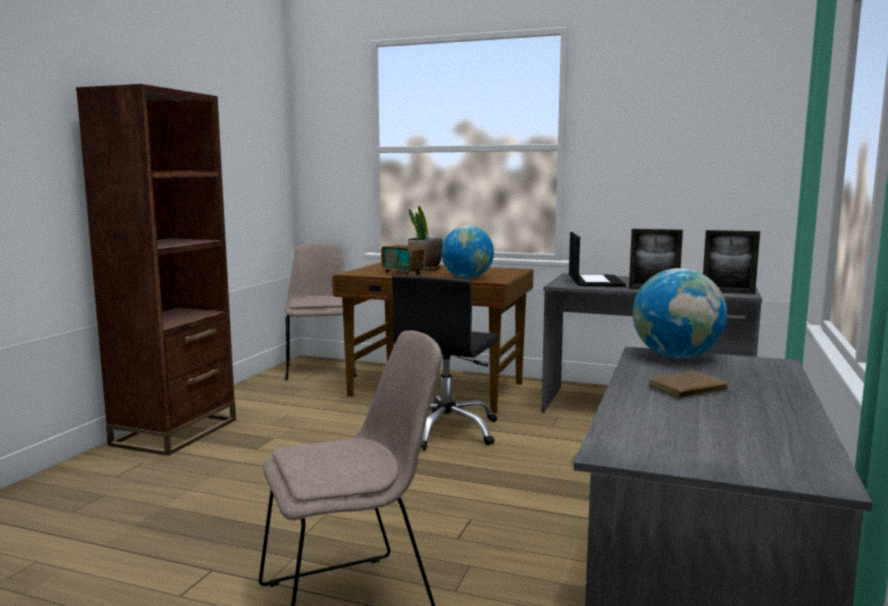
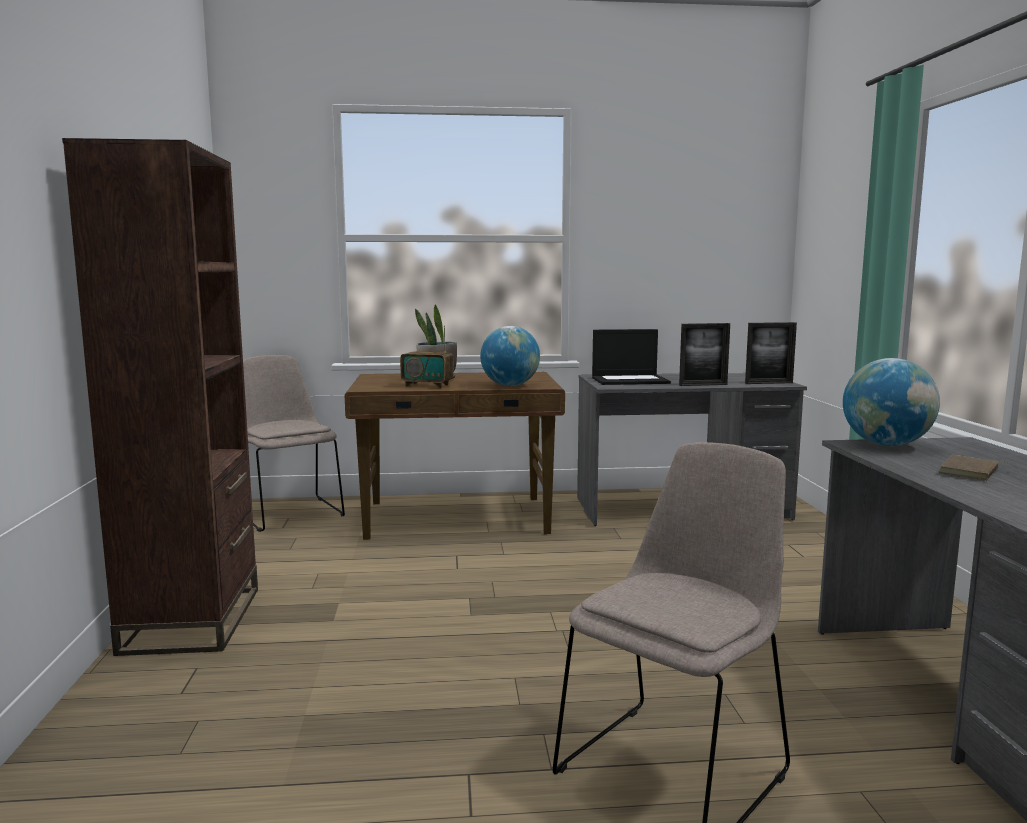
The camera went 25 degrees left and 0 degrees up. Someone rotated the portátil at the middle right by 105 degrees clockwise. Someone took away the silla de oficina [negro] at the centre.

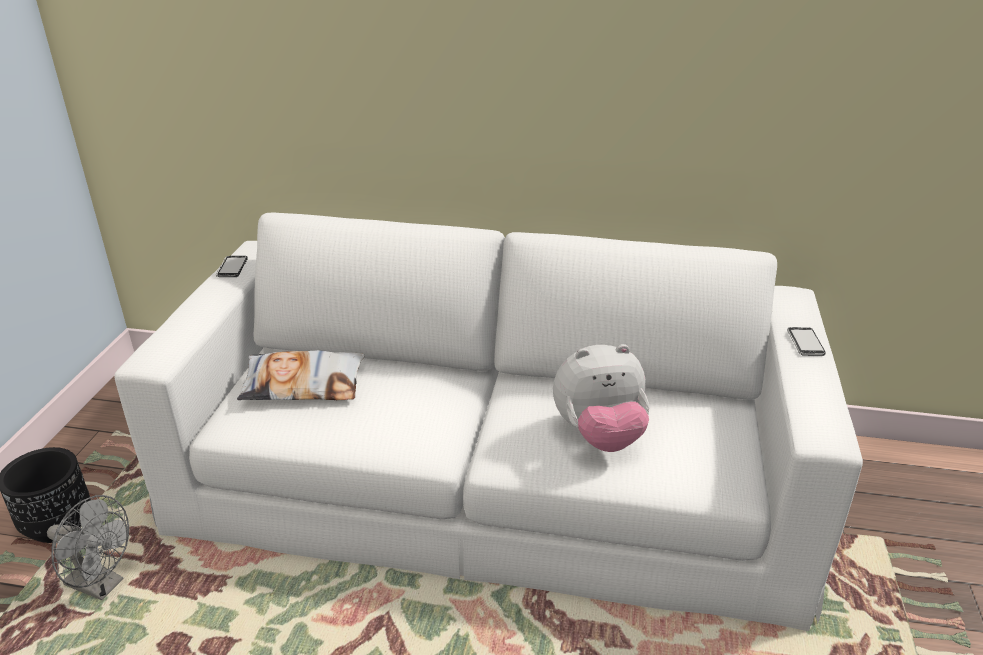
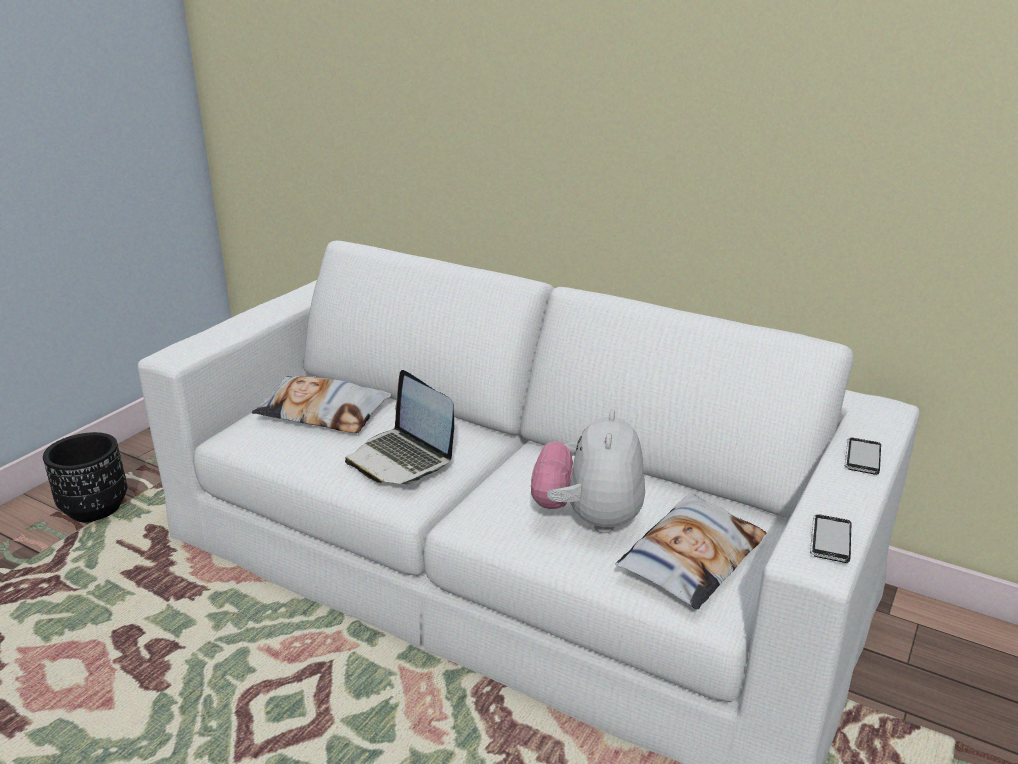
The camera went 20 degrees right and 5 degrees down. Someone put down the portátil at the centre. Someone rotated the peluche at the centre by 90 degrees clockwise. Someone put down the cojín (no. 2 from left) at the bottom right. Someone carried the móvil (no. 1 from left) from the middle left to the bottom right. Someone took away the ventilador [gris] at the bottom left.

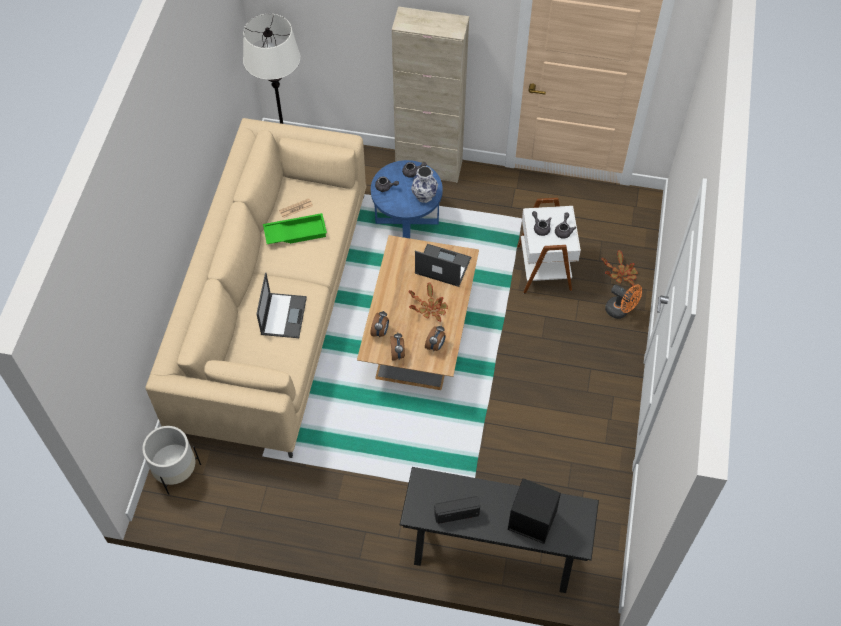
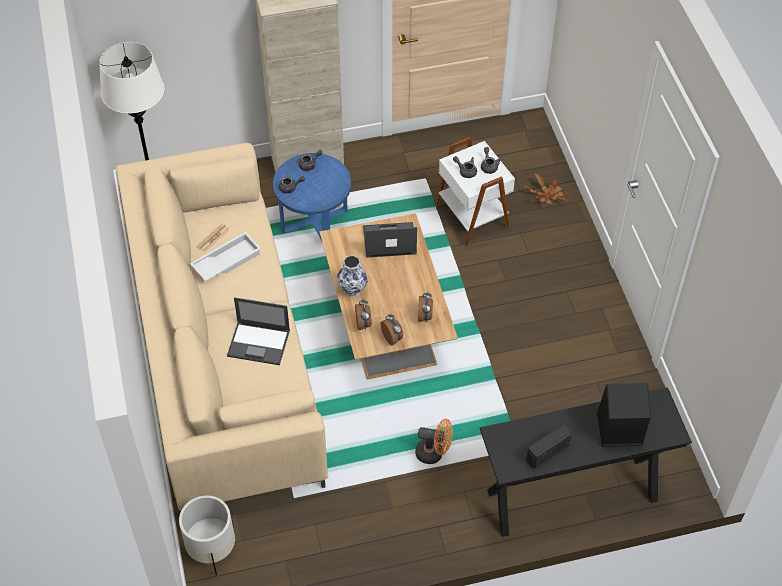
The camera went 25 degrees left and 5 degrees down. Someone repainted the bandeja [verde] at the centre, which became the bandeja [blanco] at the middle left. Someone rotated the portátil (no. 1 from left) at the centre by 120 degrees clockwise. Someone carried the florero from the top centre to the centre. Someone carried the ventilador [naranja] from the middle right to the bottom centre. Someone took away the planta en maceta (no. 1 from left) at the centre.

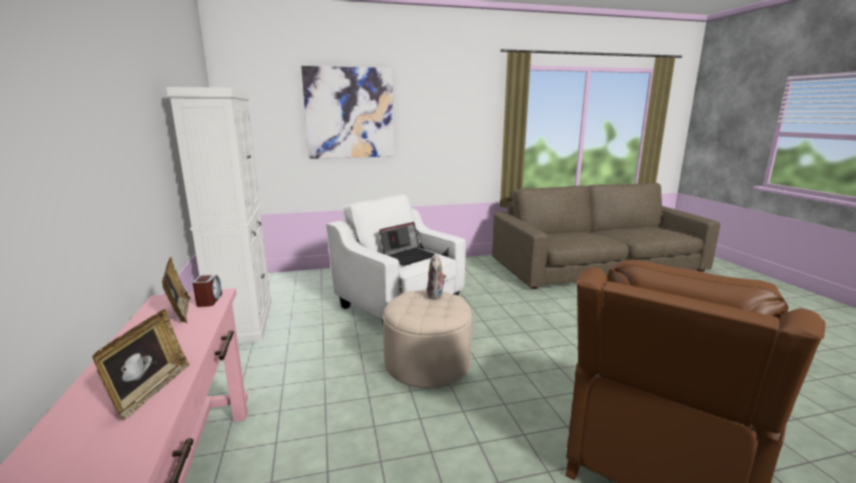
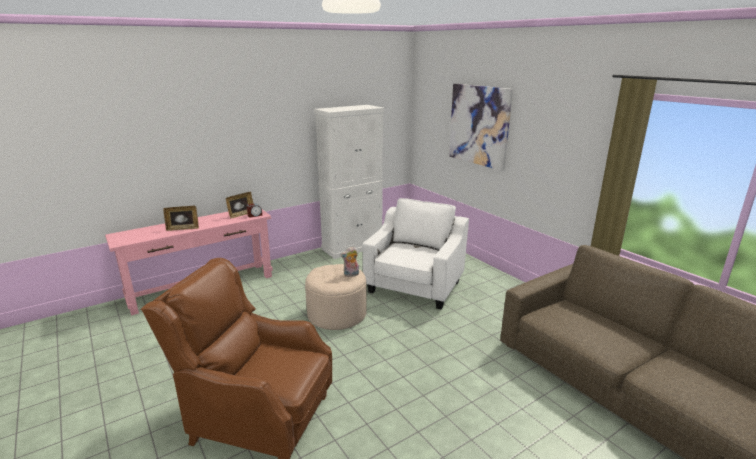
The camera went 70 degrees right and 5 degrees up. Someone took away the portátil at the centre.

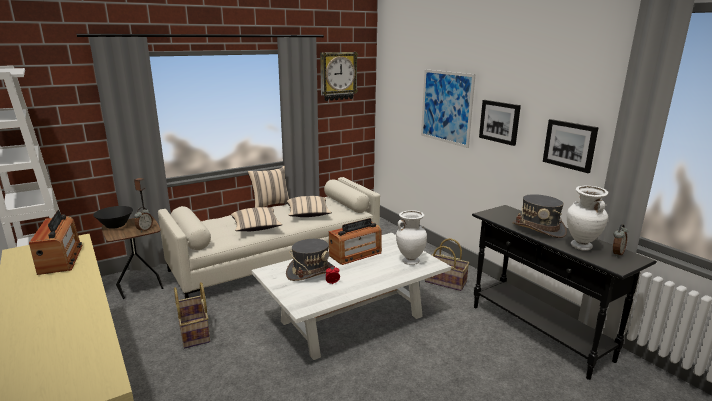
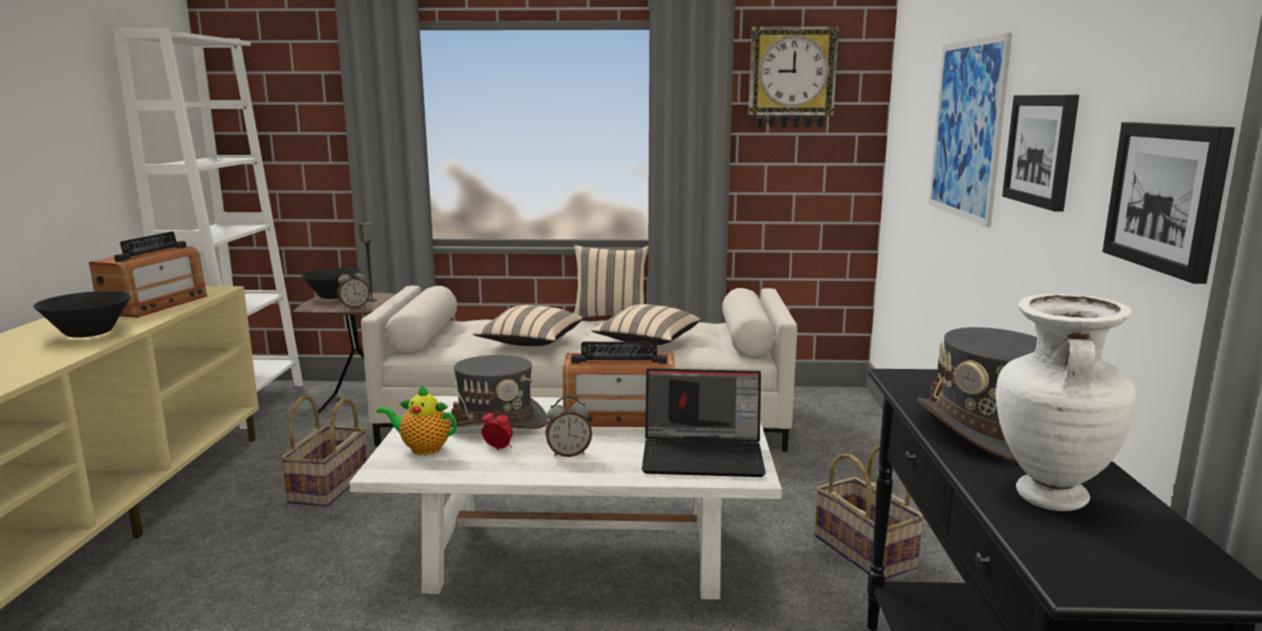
The camera went 35 degrees right and 5 degrees down. Someone put down the cuenco [negro] (no. 1 from left) at the middle left. Someone put down the tetera at the middle left. Someone carried the despertador (no. 3 from left) from the middle right to the bottom centre. Someone swapped the florero [blanco] (no. 1 from left) at the centre for the portátil at the bottom centre.

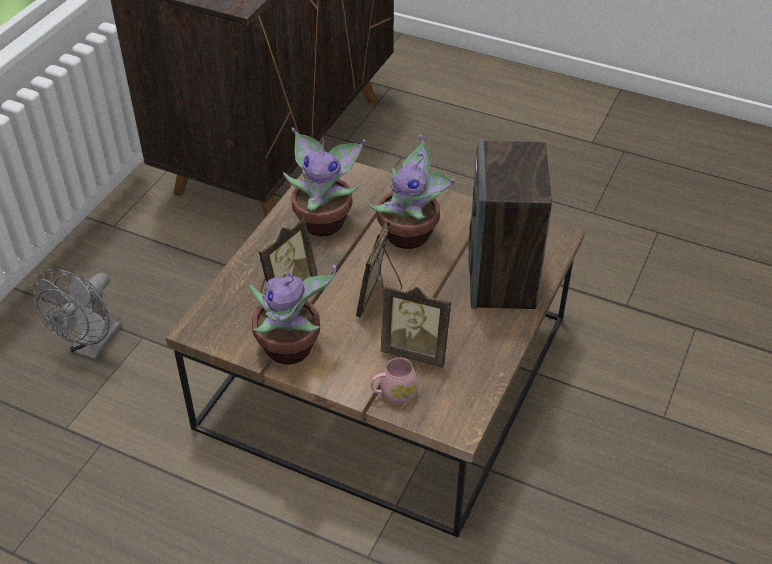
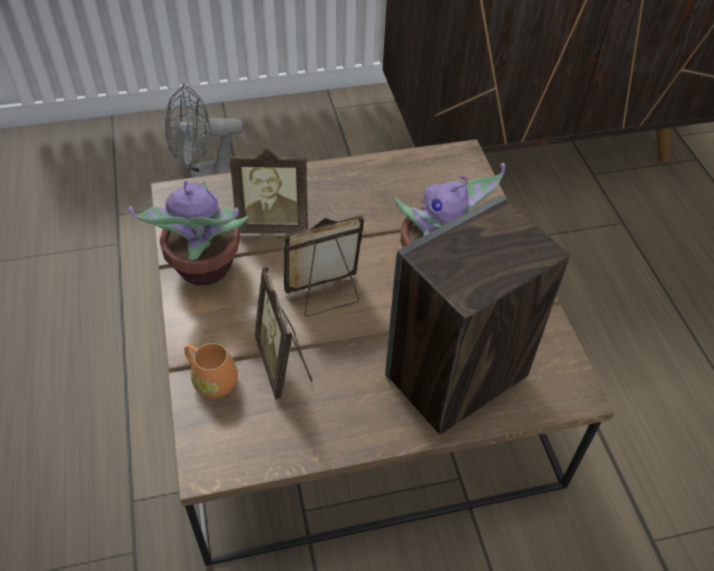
The camera went 50 degrees right and 5 degrees up. Someone repainted the taza grande [rosa] at the bottom centre, which became the taza grande [naranja] at the middle left. Someone took away the planta en maceta (no. 2 from left) at the top centre.

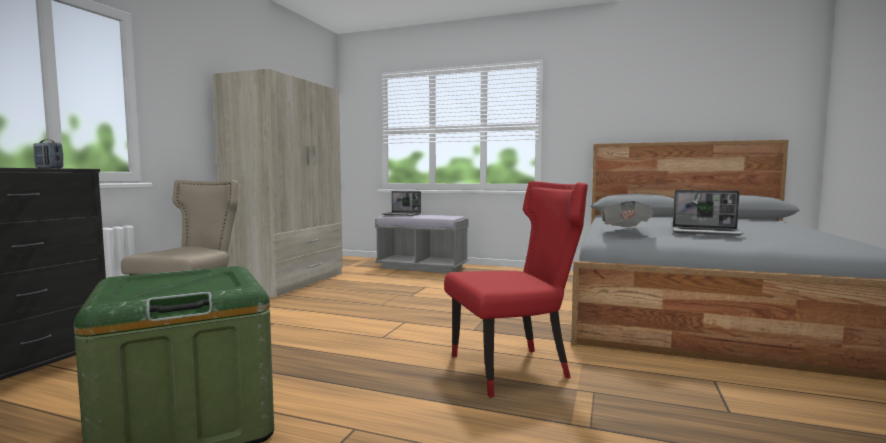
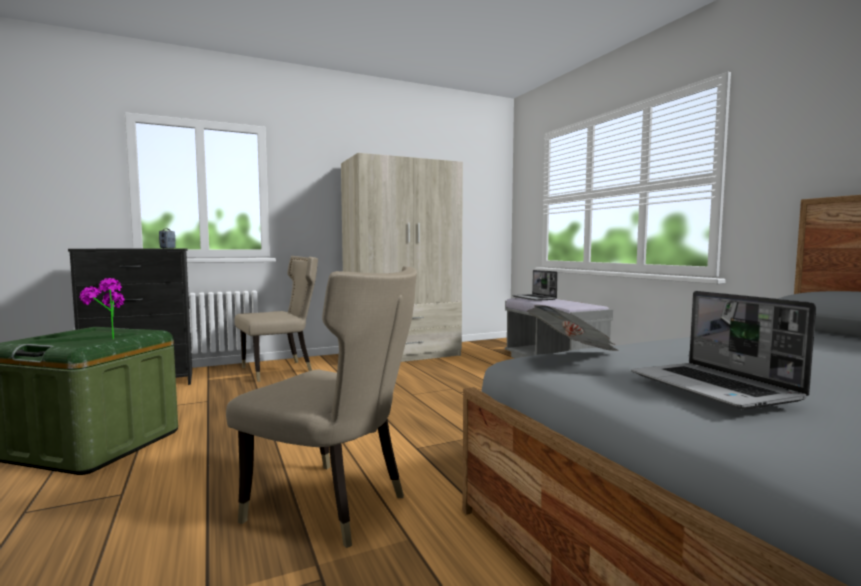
The camera went 45 degrees right and 0 degrees up. Someone put down the planta en maceta at the middle left. Someone repainted the silla [rojo] at the centre, which became the silla [beis] (no. 2 from left) at the bottom centre.

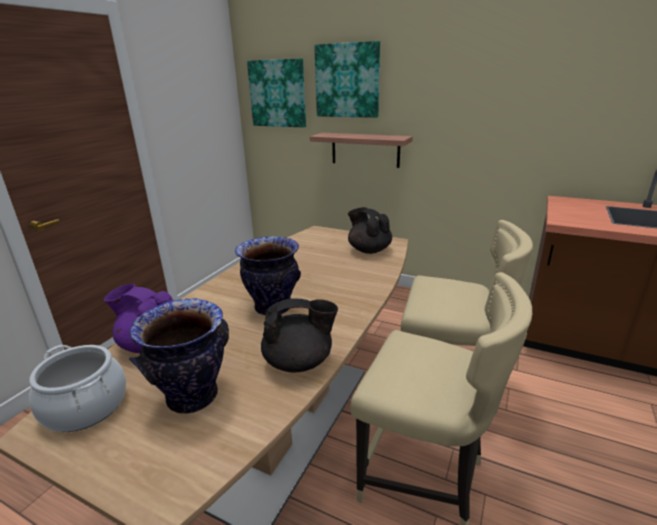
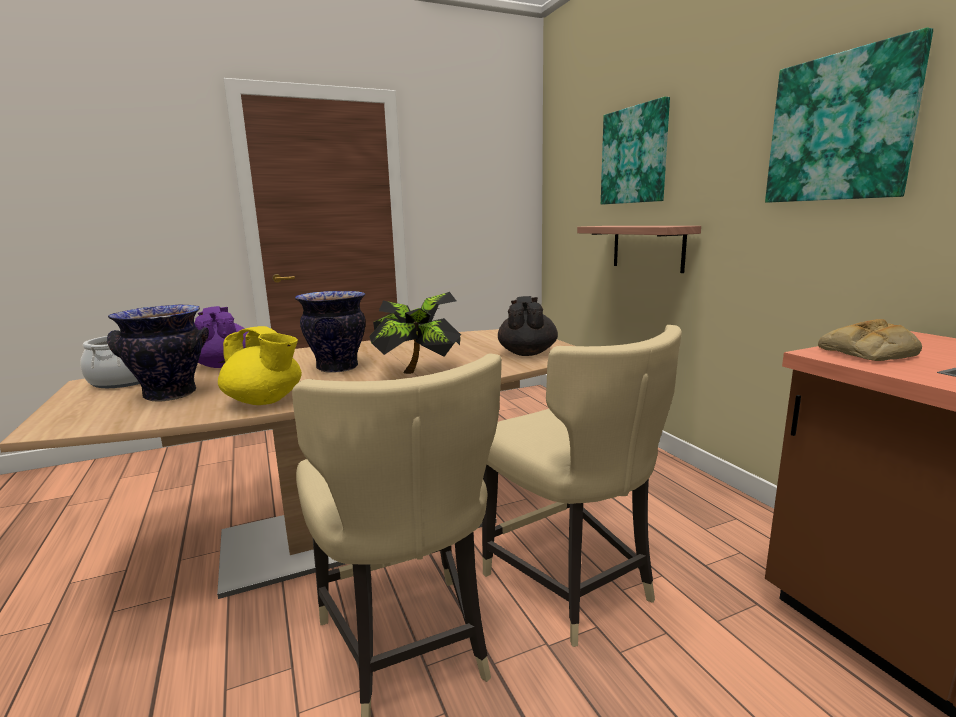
The camera went 40 degrees right and 10 degrees down. Someone repainted the tetera [negro] (no. 1 from left) at the centre, which became the tetera [amarillo] at the middle left. Someone put down the planta en maceta at the centre. Someone carried the cuadro (no. 1 from left in the first image) from the top centre to the top right. Someone put down the pan at the middle right.

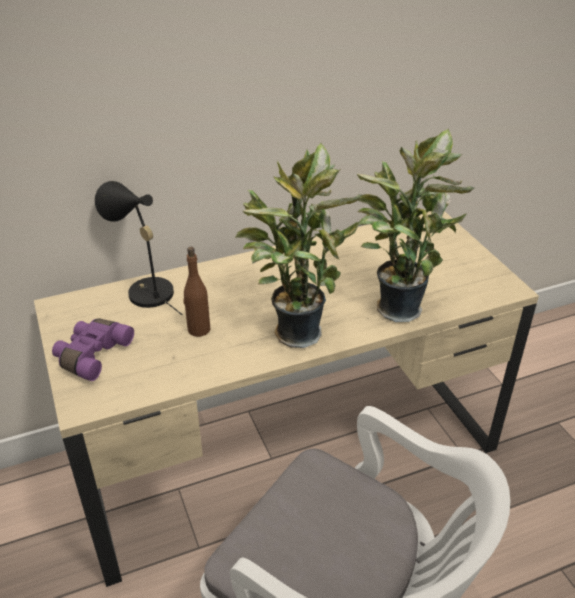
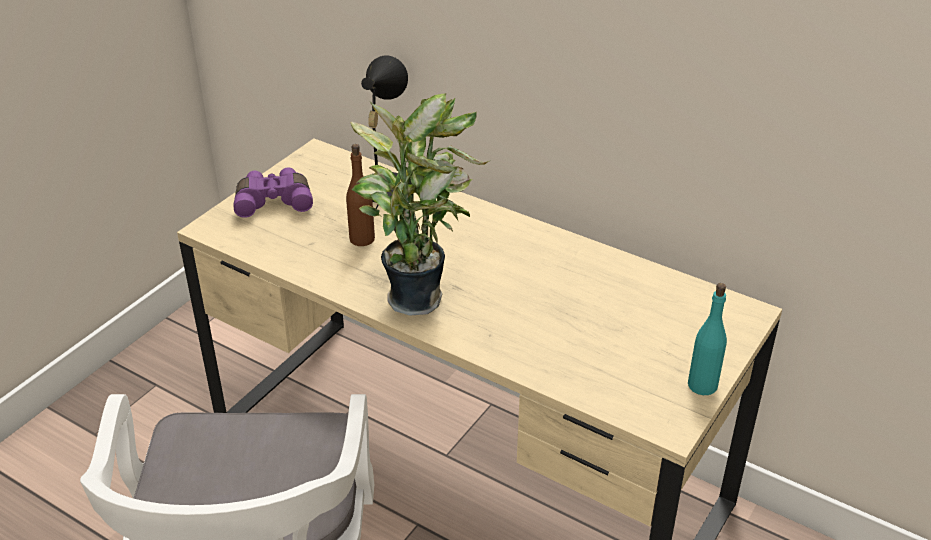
The camera went 55 degrees right and 0 degrees up. Someone put down the botella [turquesa] at the middle right. Someone took away the planta en maceta (no. 2 from left) at the middle right.

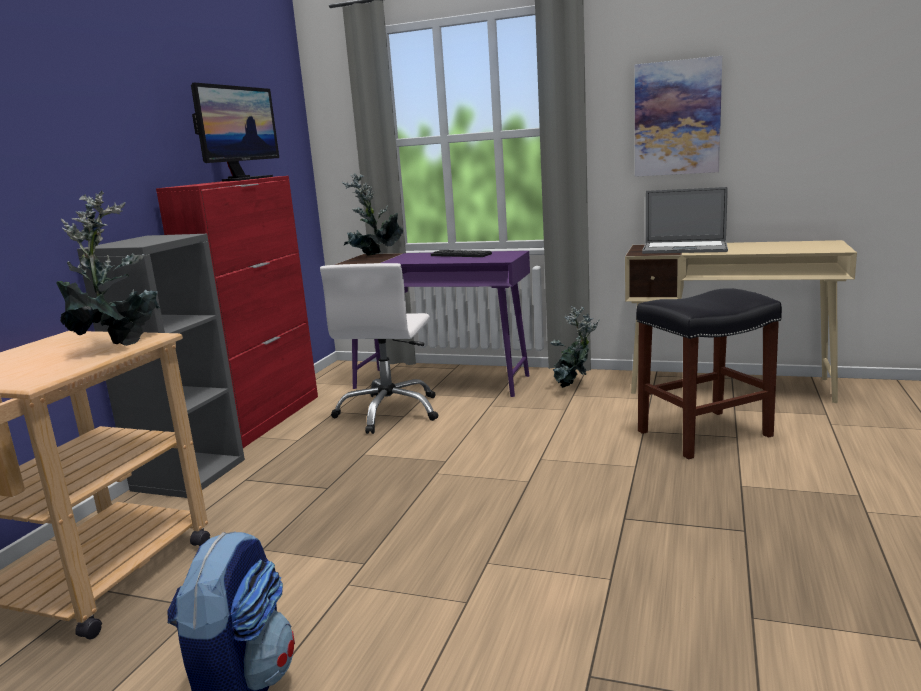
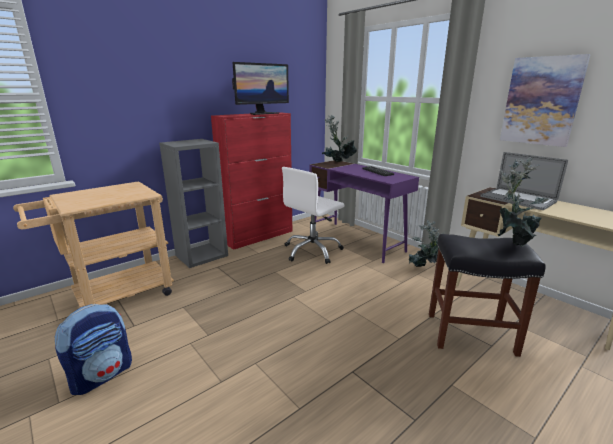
The camera went 30 degrees right and 5 degrees up. Someone carried the planta en maceta (no. 1 from left in the first image) from the middle left to the middle right.

